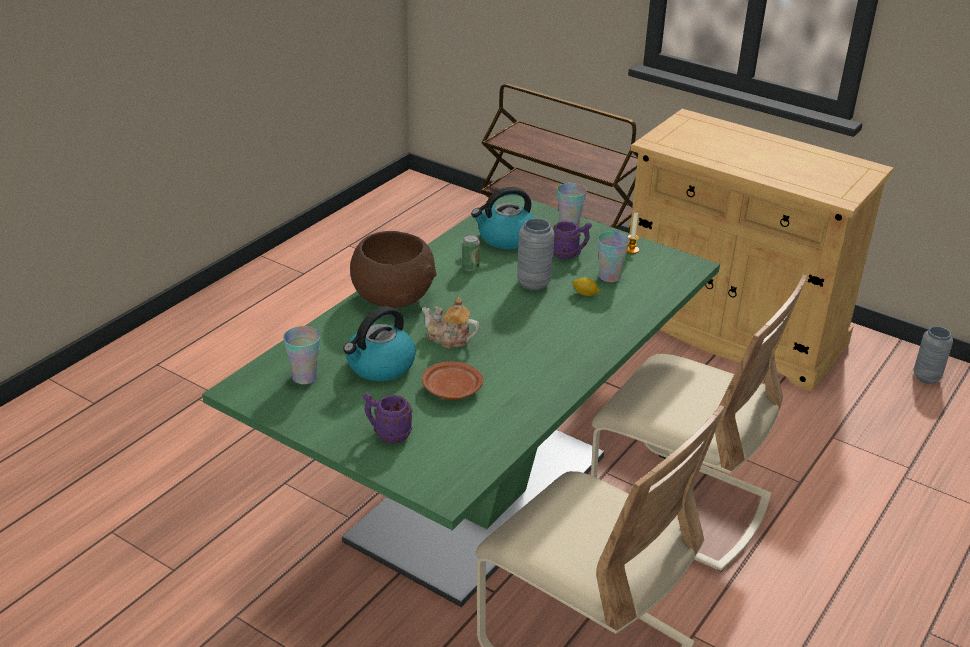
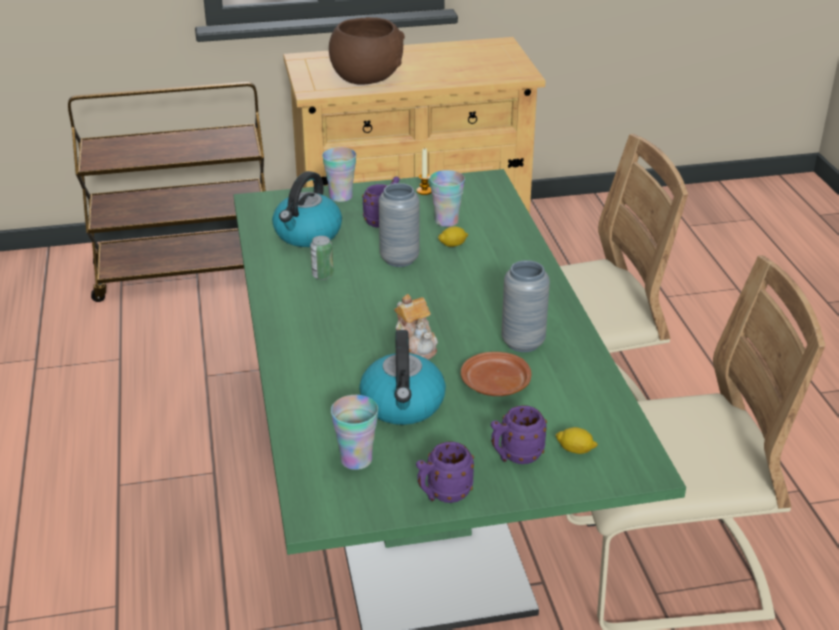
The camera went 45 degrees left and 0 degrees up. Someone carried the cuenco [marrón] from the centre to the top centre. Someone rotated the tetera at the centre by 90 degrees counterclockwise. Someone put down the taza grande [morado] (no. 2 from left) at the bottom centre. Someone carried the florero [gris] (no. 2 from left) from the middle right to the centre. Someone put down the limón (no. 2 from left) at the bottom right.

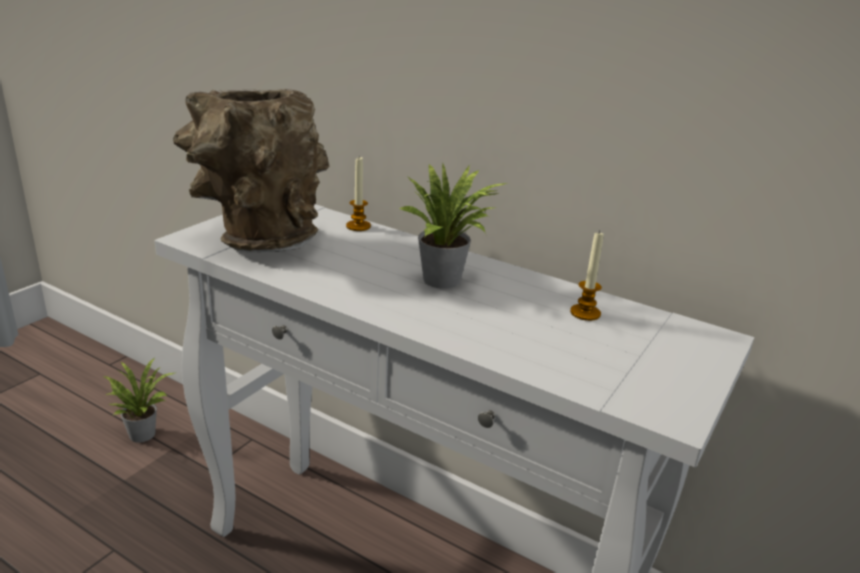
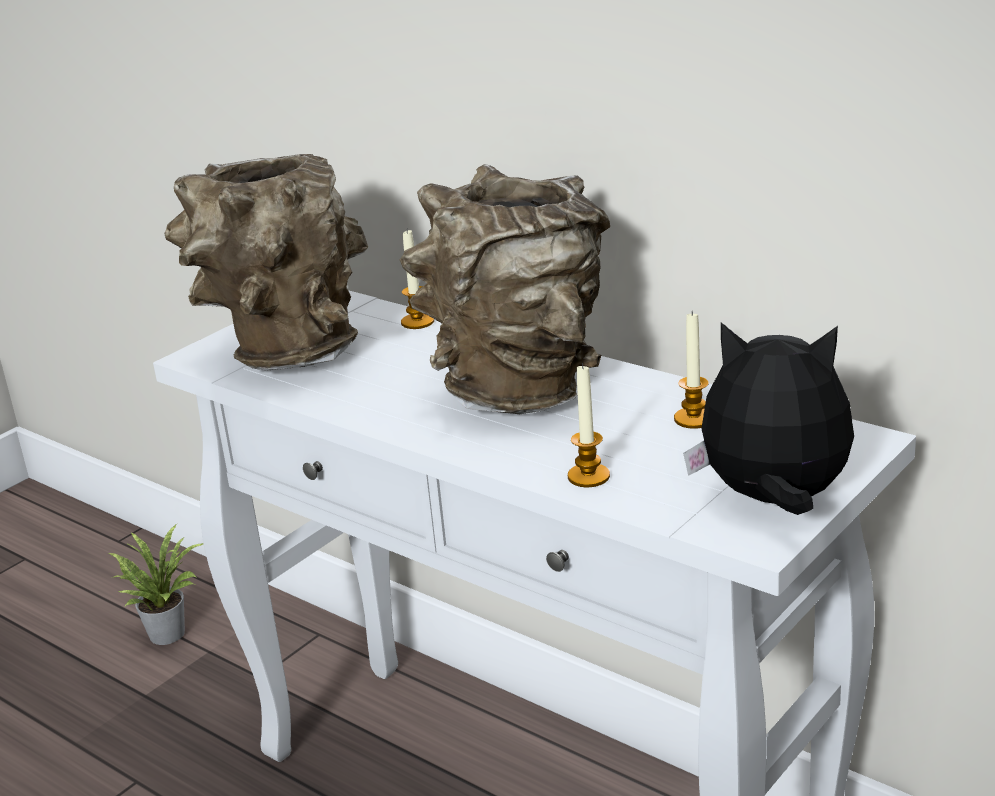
The camera went 10 degrees right and 0 degrees up. Someone swapped the planta en maceta (no. 2 from left) at the centre for the florero [marrón] (no. 2 from left) at the centre. Someone put down the vela (no. 2 from left) at the centre. Someone put down the peluche at the middle right.

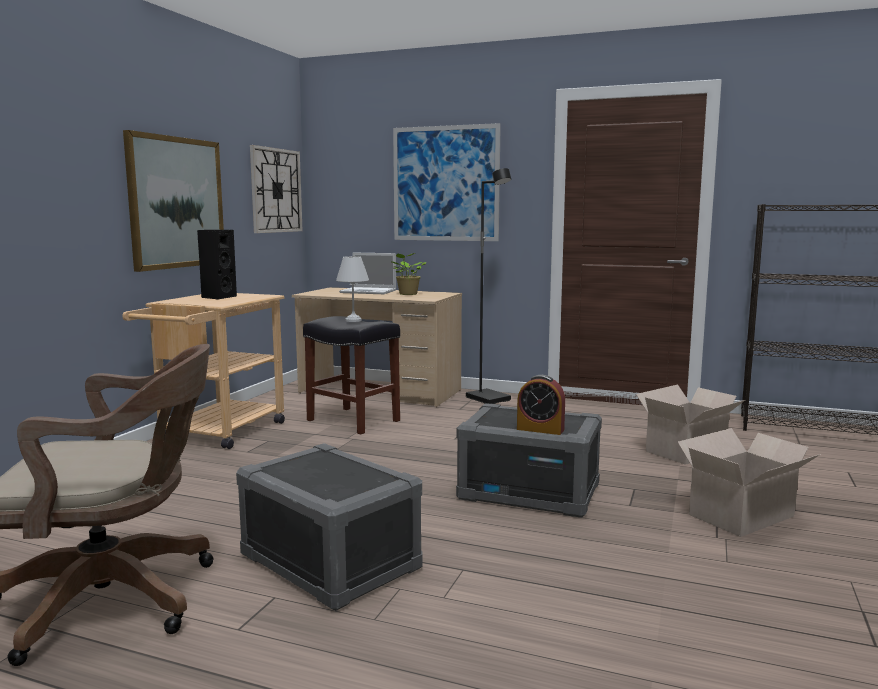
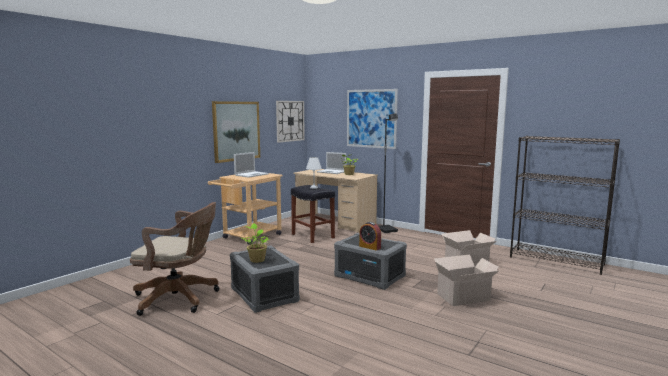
The camera went 15 degrees right and 0 degrees up. Someone swapped the altavoz [negro] at the middle left for the portátil (no. 1 from left) at the centre. Someone put down the planta en maceta (no. 1 from left) at the centre.

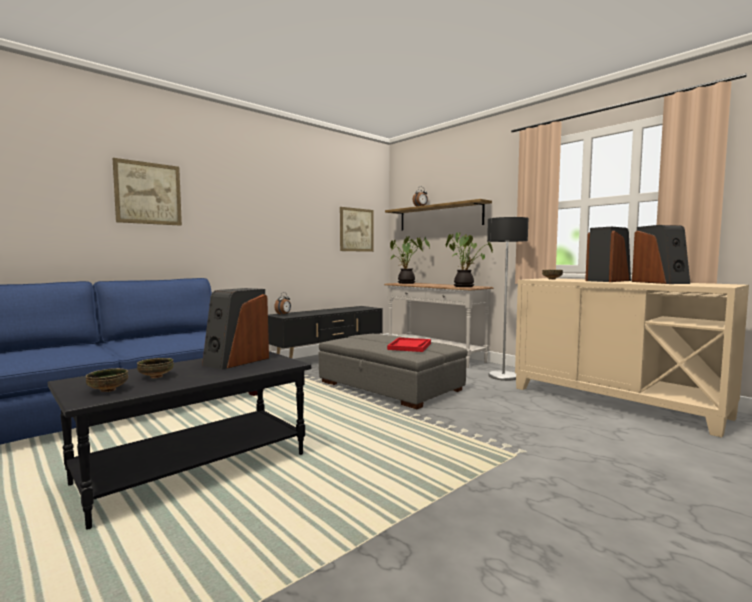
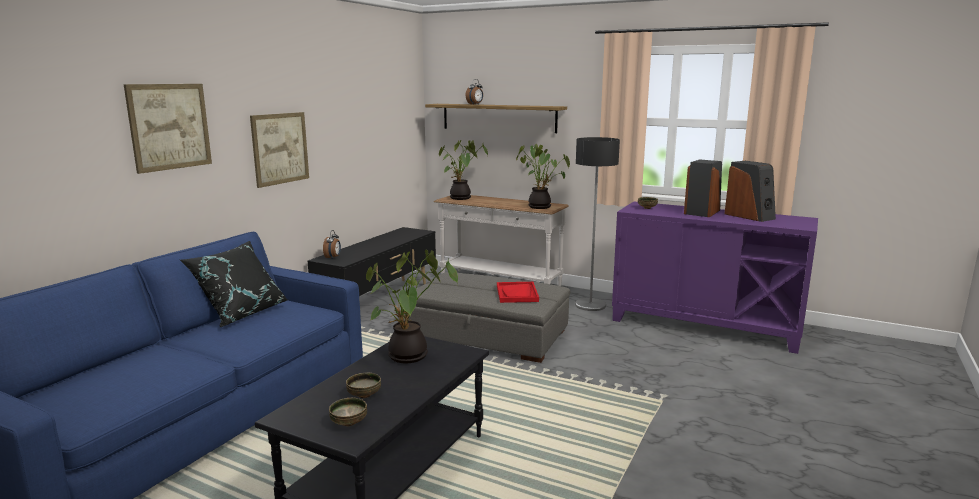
The camera went 20 degrees left and 10 degrees up. Someone put down the cojín [negro] at the middle left. Someone carried the cuadro (no. 2 from left) from the centre to the top left. Someone swapped the altavoz (no. 1 from left) at the middle left for the planta en maceta (no. 1 from left) at the centre. Someone repainted the armario [beis] at the middle right, which became the armario [morado] at the middle right.

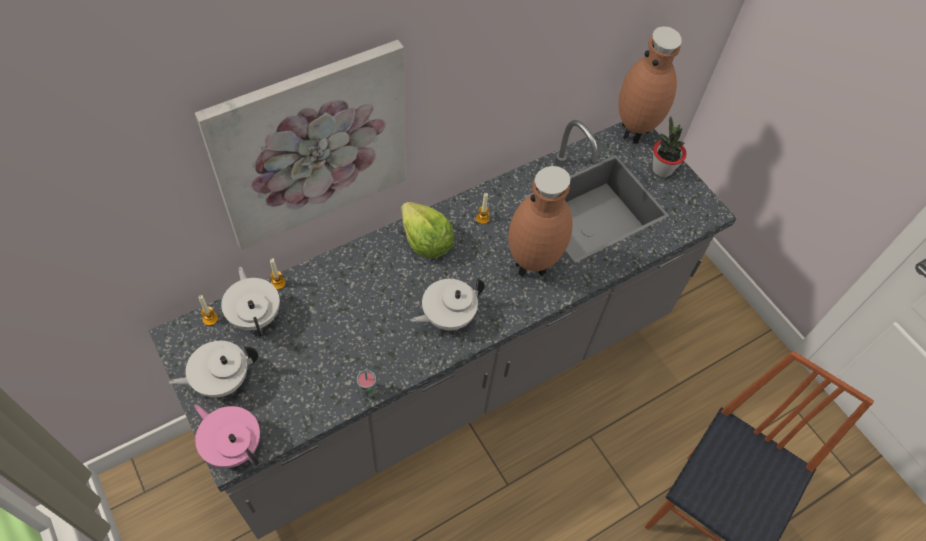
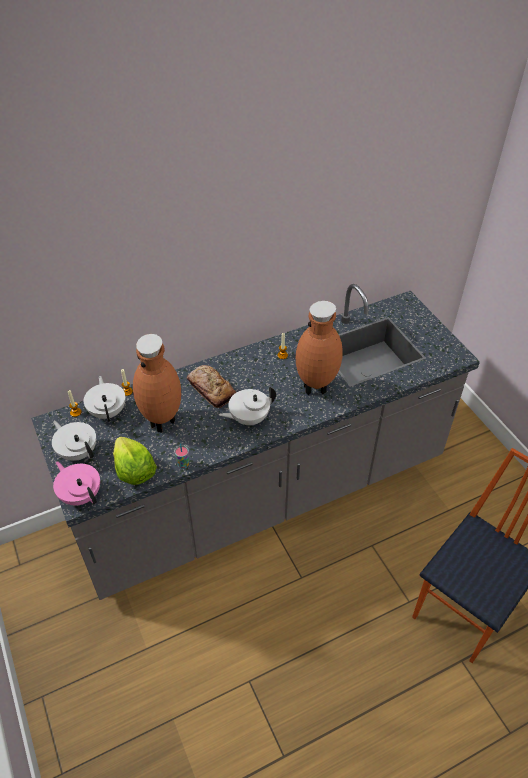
The camera went 10 degrees right and 10 degrees down. Someone rotated the tetera [blanco] (no. 1 from left) at the bottom left by 60 degrees clockwise. Someone carried the lechuga from the centre to the middle left. Someone carried the florero [marrón] (no. 2 from left in the first image) from the top right to the middle left. Someone put down the pan at the centre. Someone took away the cuadro at the top left. Someone took away the planta en maceta at the top right.

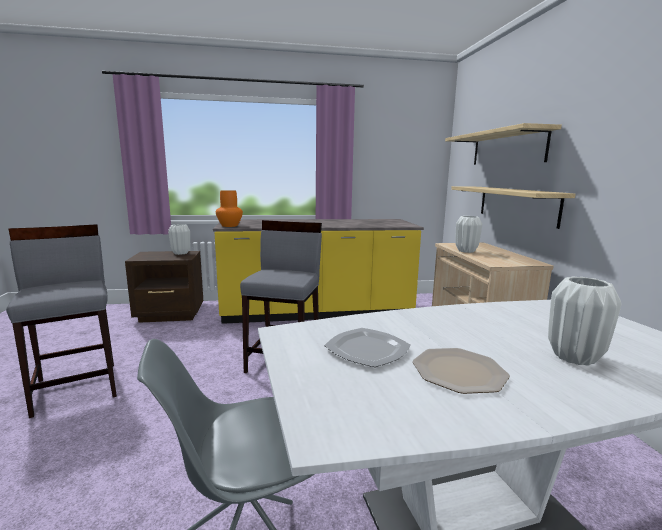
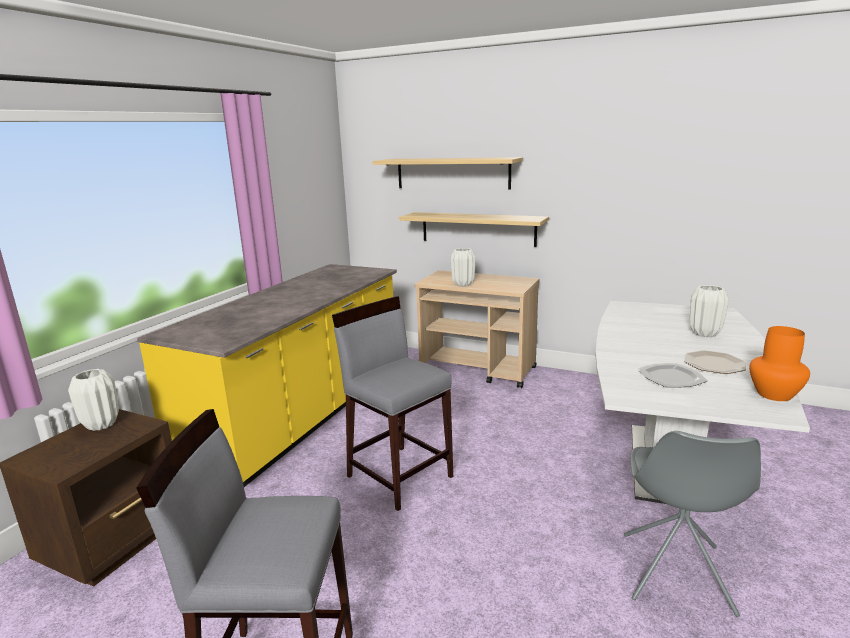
The camera went 55 degrees left and 5 degrees up. Someone carried the florero [naranja] from the centre to the middle right.

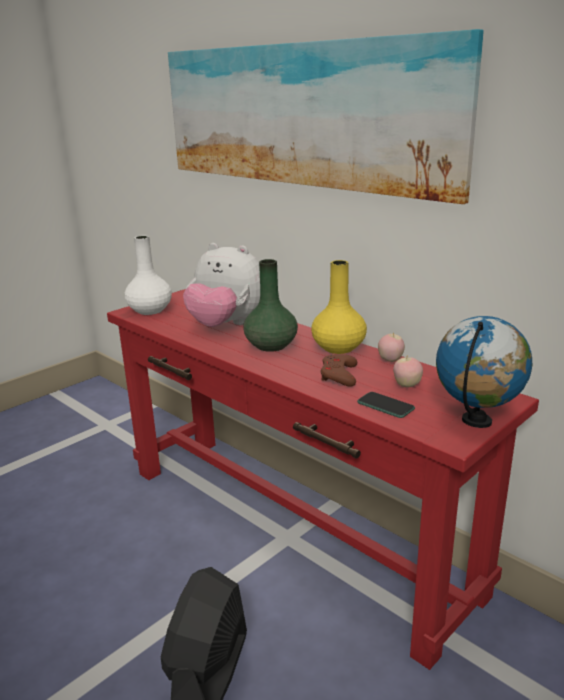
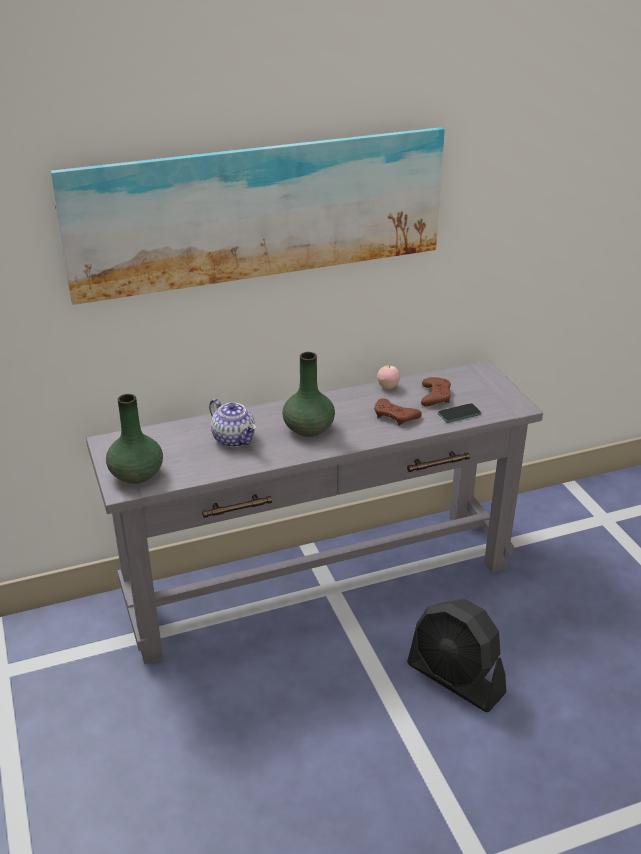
The camera went 65 degrees left and 10 degrees up. Someone repainted the mesa consola [rojo] at the bottom centre, which became the mesa consola [gris] at the centre. Someone repainted the florero [blanco] at the middle left, which became the florero [verde] (no. 1 from left) at the middle left. Someone swapped the peluche at the centre for the tetera at the centre. Someone swapped the manzana (no. 2 from left) at the middle right for the mando de consola [marrón] (no. 2 from left) at the middle right. Someone took away the florero [amarillo] at the centre. Someone took away the globo terráqueo at the middle right.

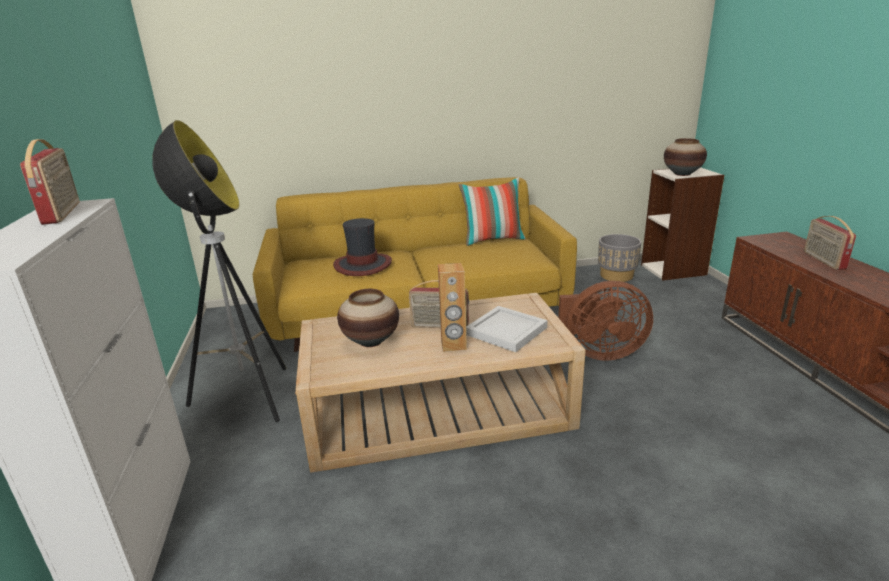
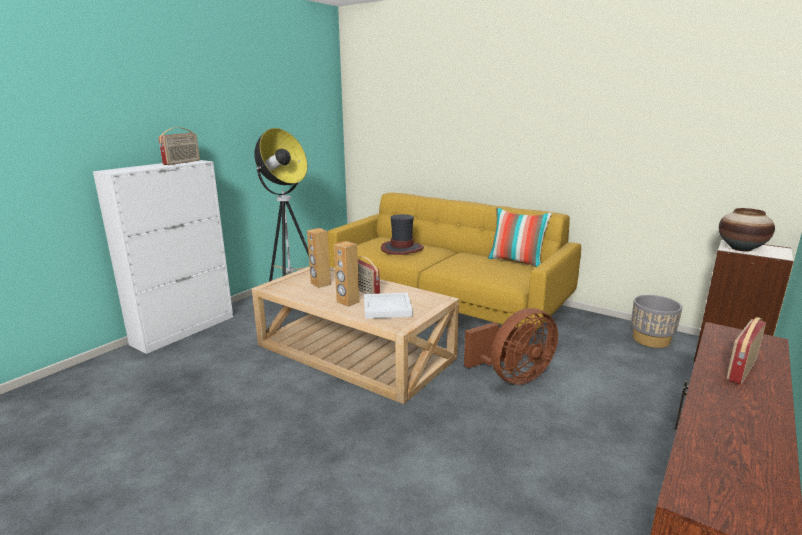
The camera went 45 degrees right and 5 degrees down. Someone swapped the florero (no. 1 from left) at the centre for the altavoz [marrón] (no. 1 from left) at the centre. Someone rotated the ventilador [marrón] at the middle right by 75 degrees counterclockwise.

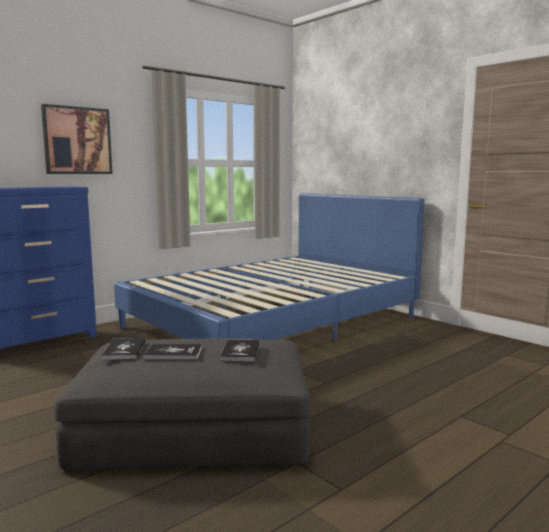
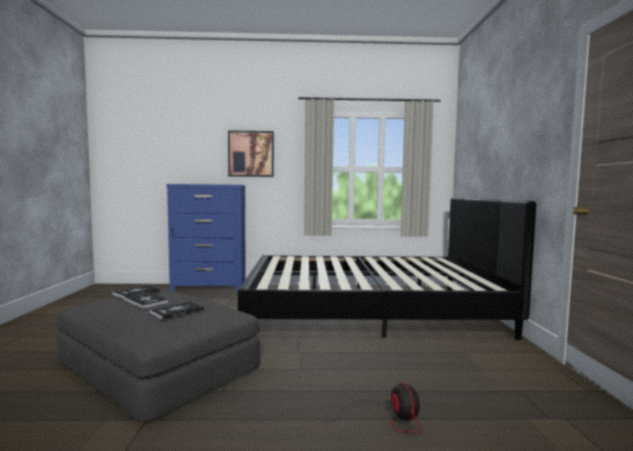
The camera went 40 degrees right and 5 degrees down. Someone repainted the cama [azul] at the centre, which became the cama [negro] at the centre. Someone put down the ventilador at the bottom centre.

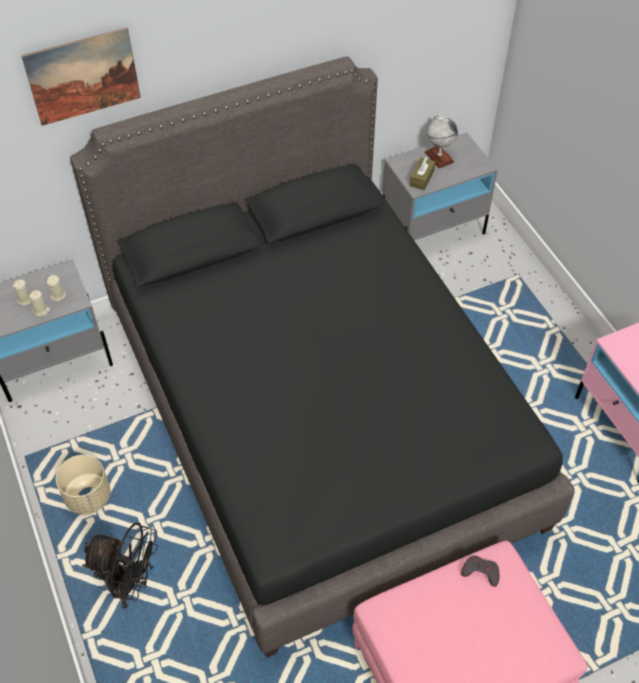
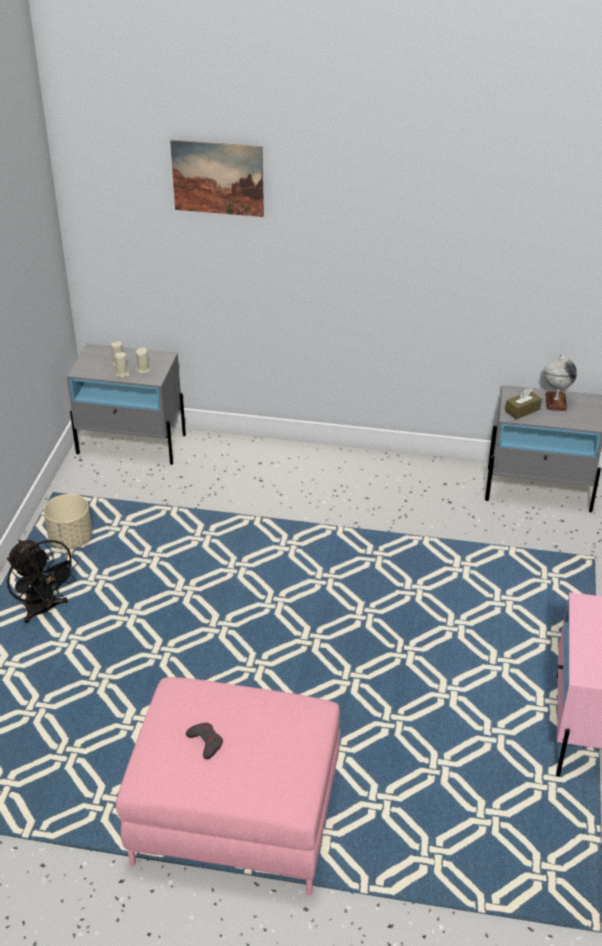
The camera went 35 degrees right and 15 degrees down. Someone carried the mando de consola [gris] from the bottom right to the bottom centre. Someone took away the cama [negro] at the centre.

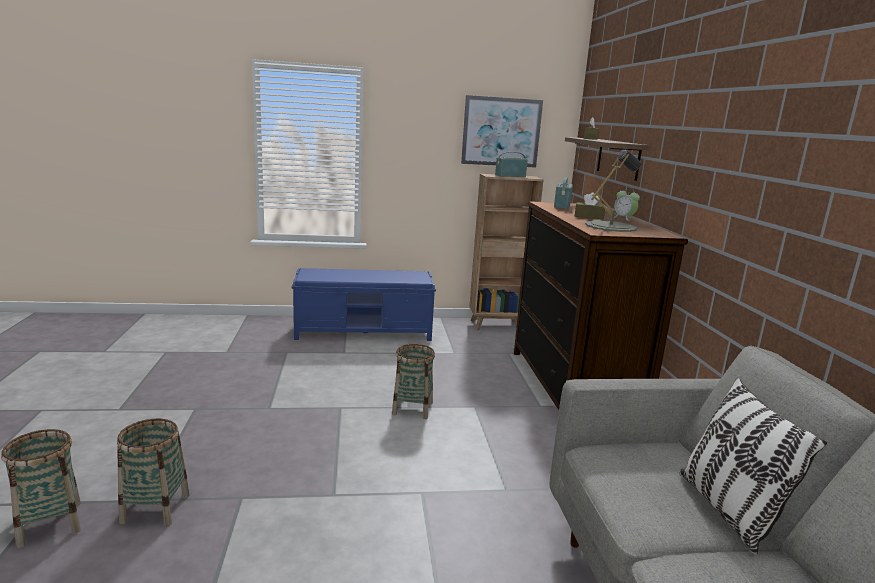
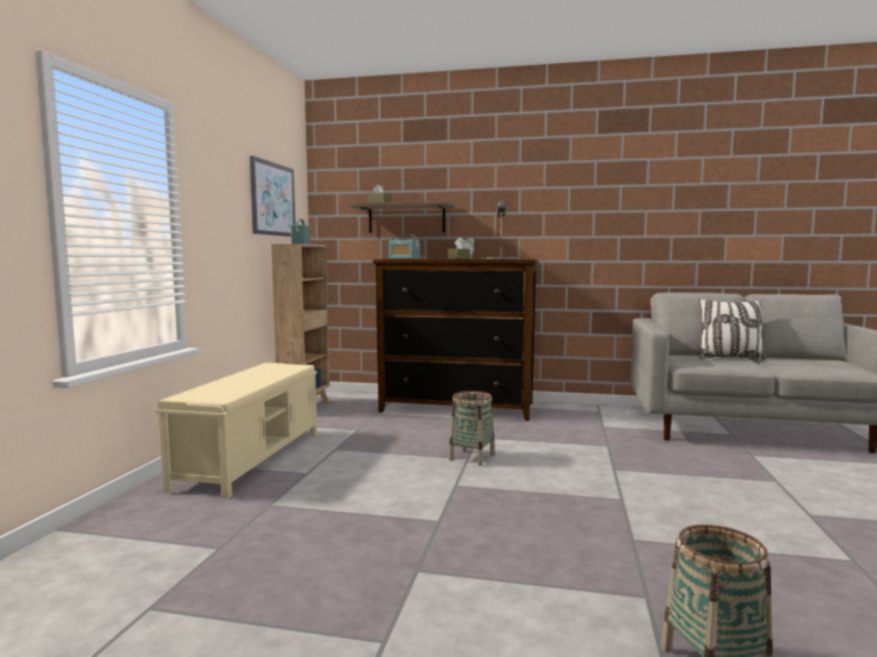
The camera went 70 degrees left and 10 degrees down. Someone repainted the banco [azul] at the centre, which became the banco [beis] at the middle left. Someone took away the cesta (no. 2 from left) at the bottom left.

